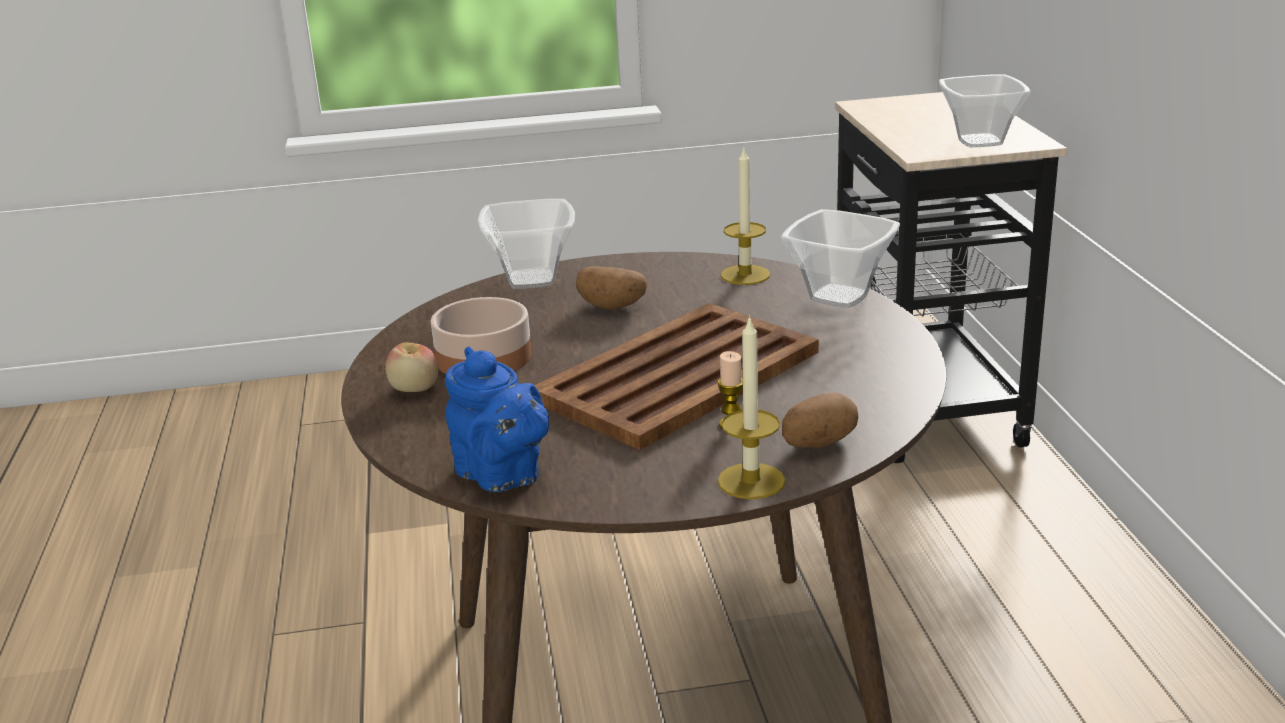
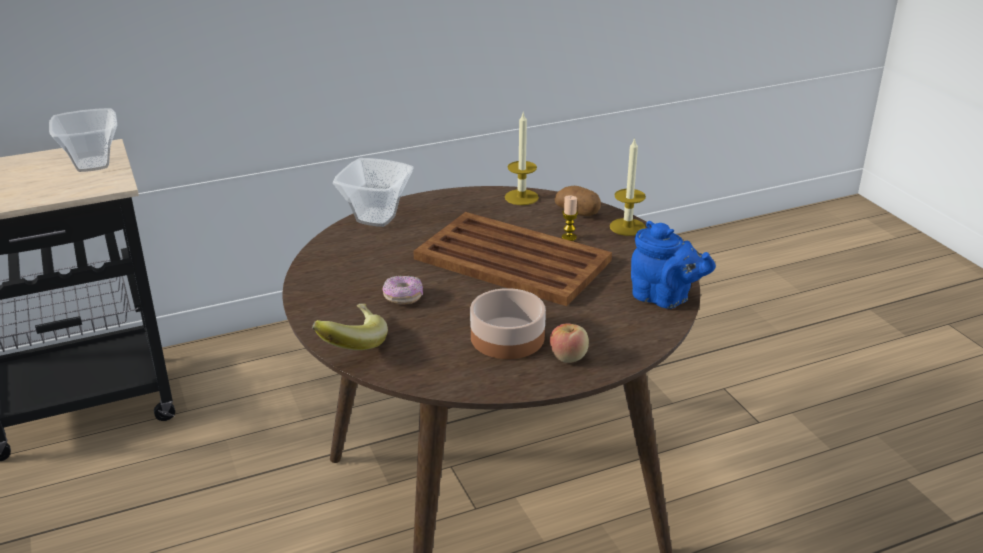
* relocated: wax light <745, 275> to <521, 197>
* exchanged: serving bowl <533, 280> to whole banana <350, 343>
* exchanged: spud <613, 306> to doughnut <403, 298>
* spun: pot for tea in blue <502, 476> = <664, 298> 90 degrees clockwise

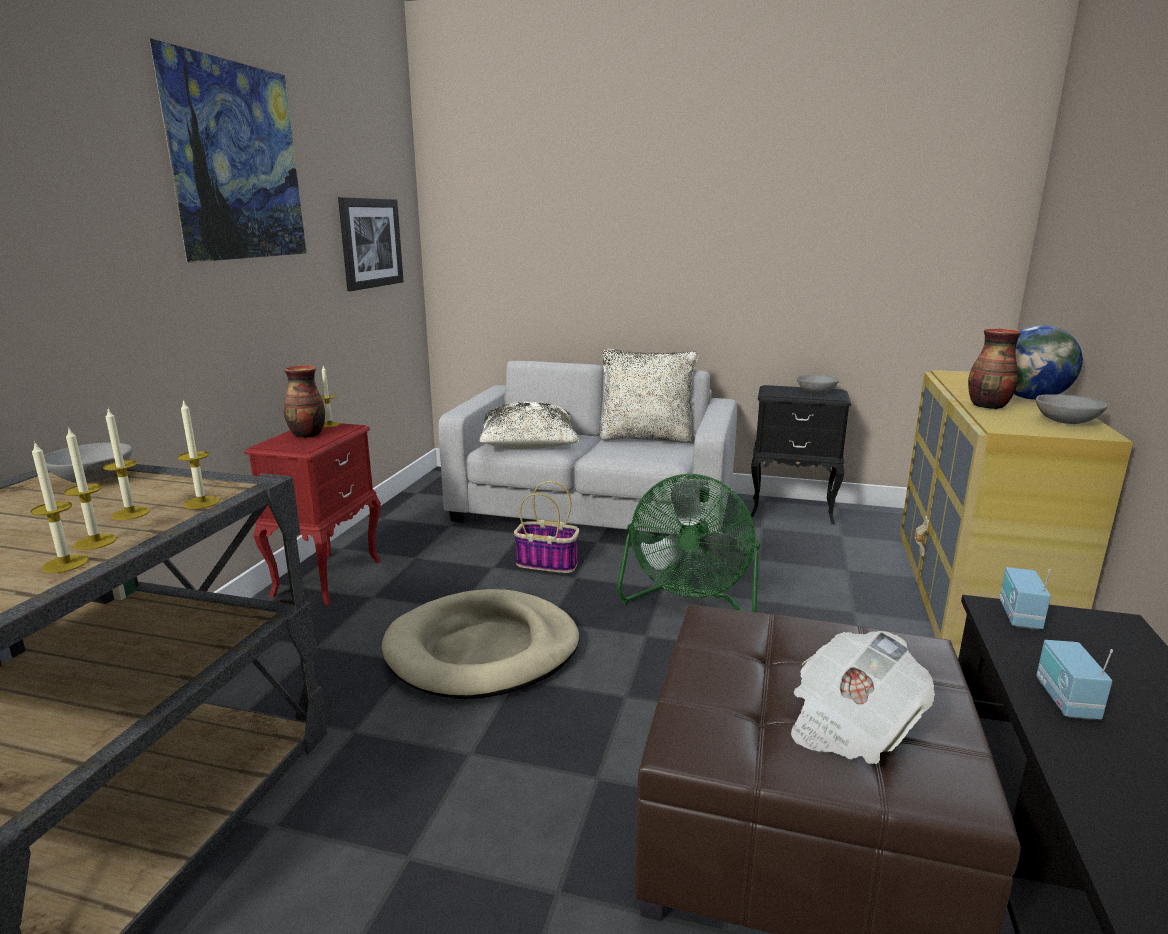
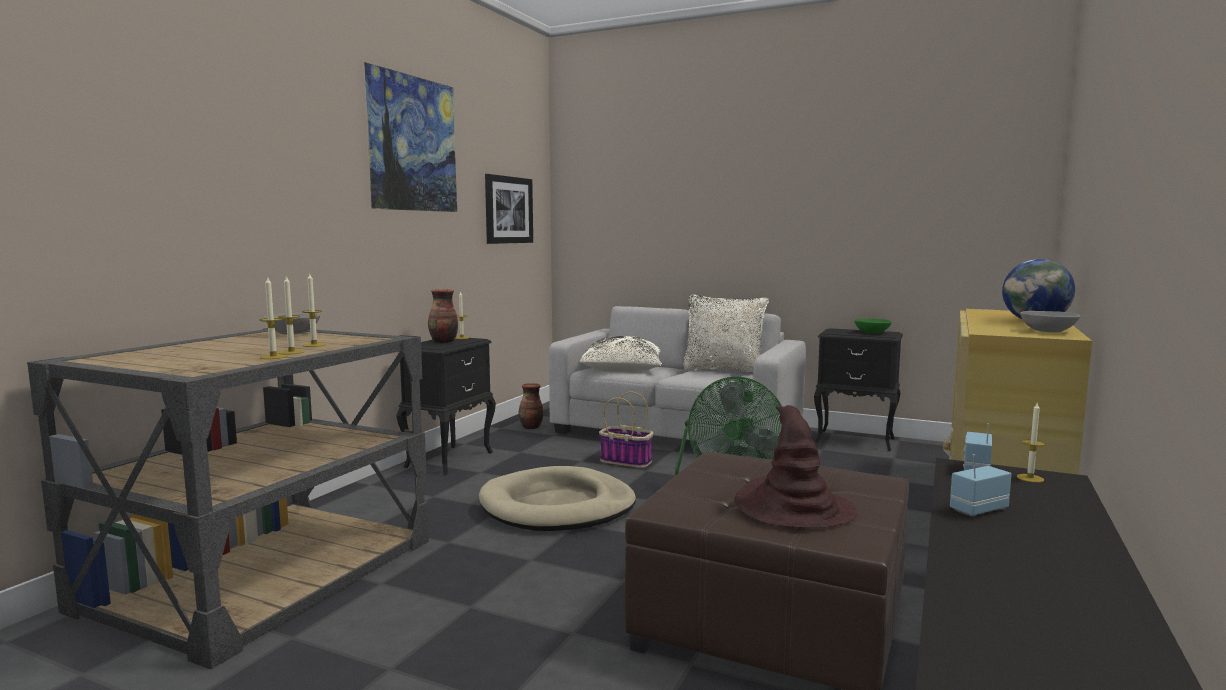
* relocated: flower vase <988, 406> to <531, 427>
* colour: serving bowl in grey <816, 392> to serving bowl in greenish <872, 332>
* relocated: wax light <201, 503> to <1030, 478>
* colour: nightstand in reddish <327, 578> to nightstand in black-coloured <449, 459>
* exchanged: printed paper <850, 724> to wearable hat in brownish <793, 508>
* spun: radio <1065, 700> = <978, 509> 45 degrees clockwise

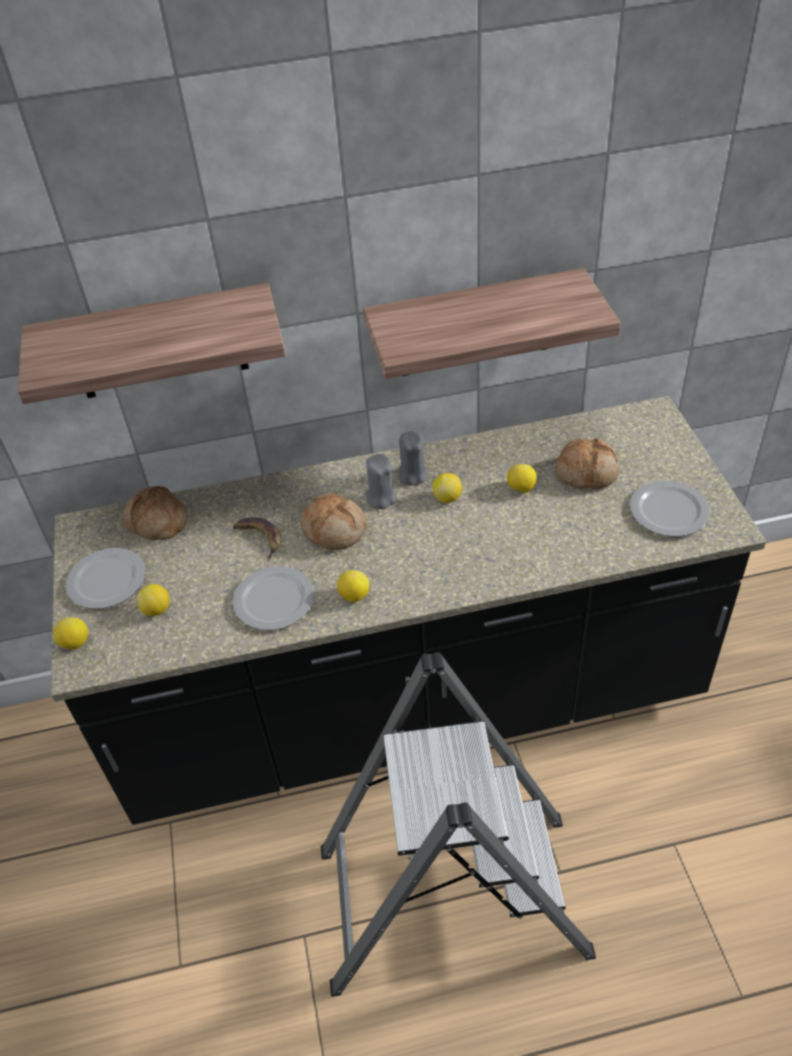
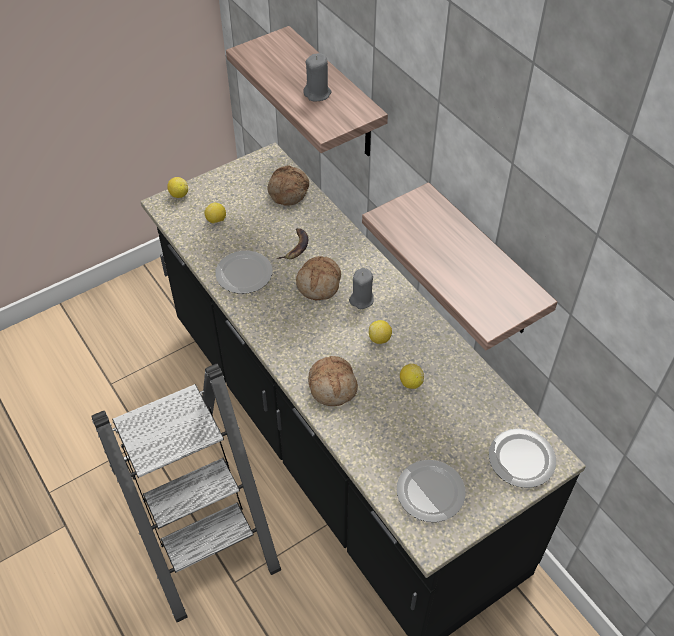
* relocated: wax light in grey <412, 475> to <317, 93>
* relocated: bakery bread <587, 472> to <333, 386>
* relocated: dinner plate <106, 580> to <521, 458>
* missing: whole lemon <354, 595>

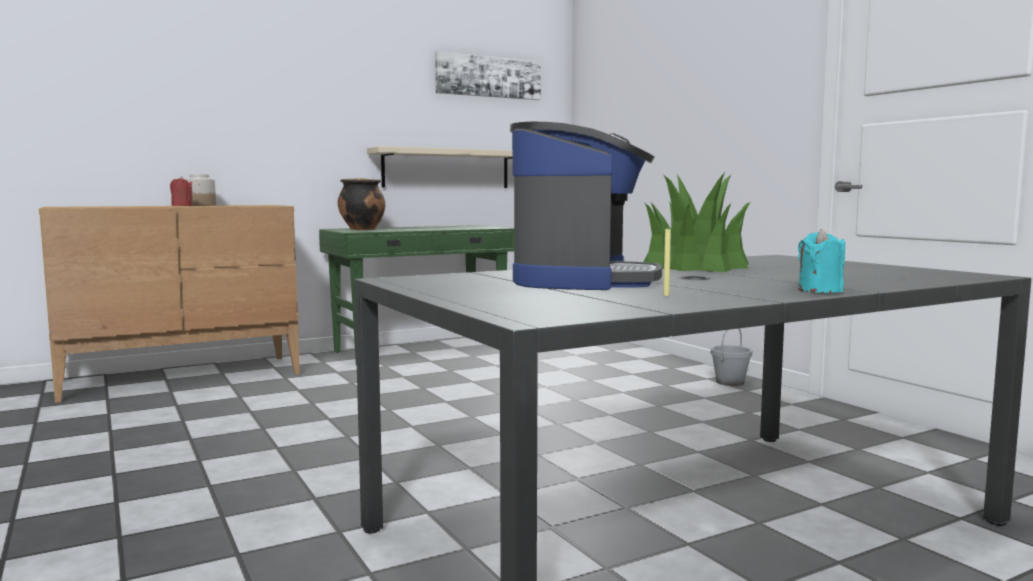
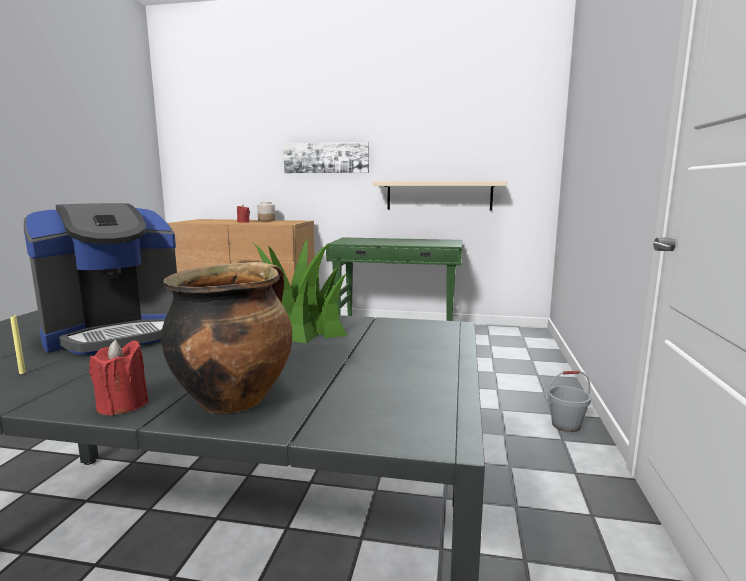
* relocated: picture <488, 77> to <326, 158>
* relocated: stockpot <361, 229> to <234, 398>
* colour: wax light in turquoise <820, 290> to wax light in reddish <122, 405>

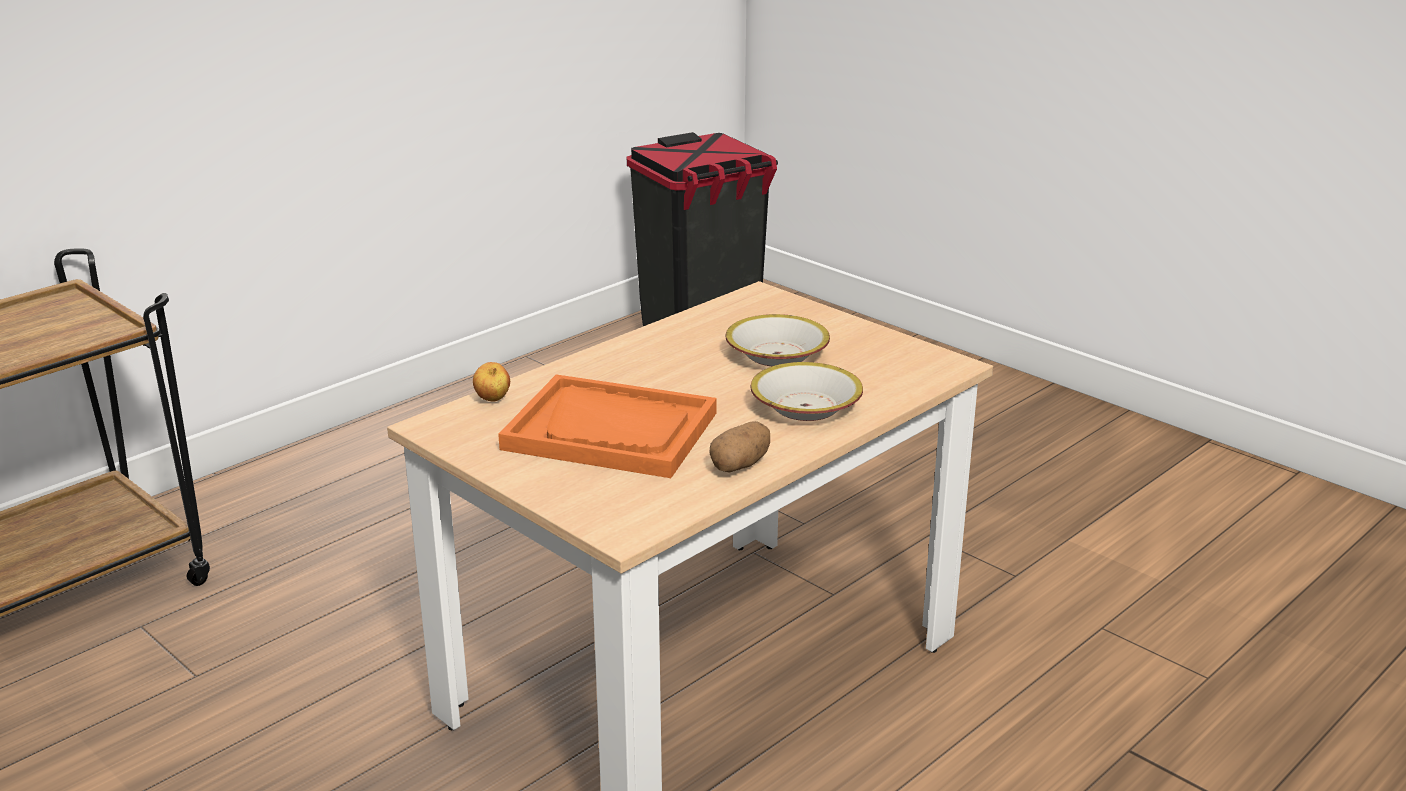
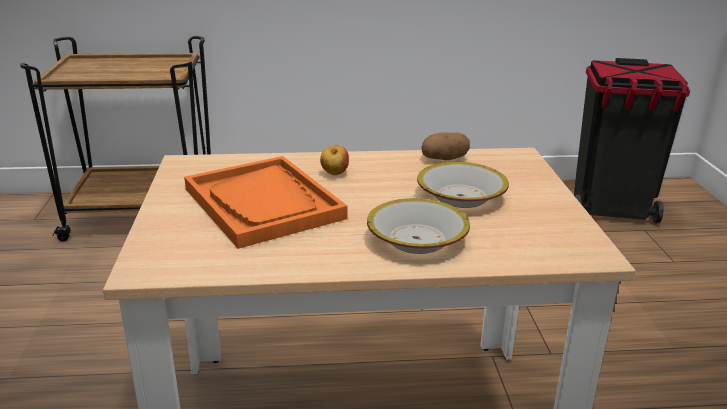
* relocated: whole apple <493, 400> to <334, 174>
* relocated: spud <740, 465> to <444, 159>

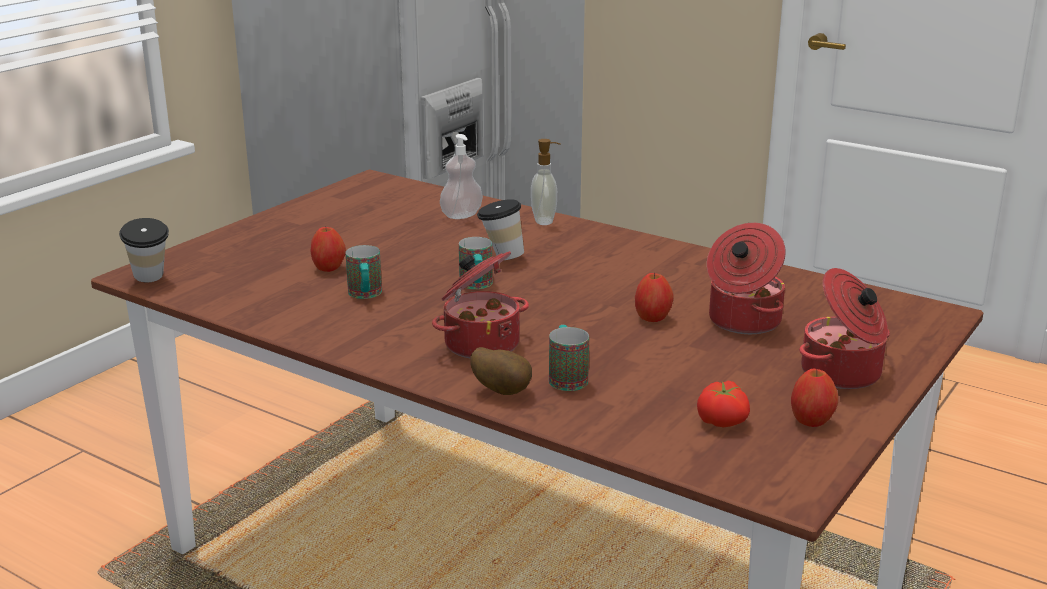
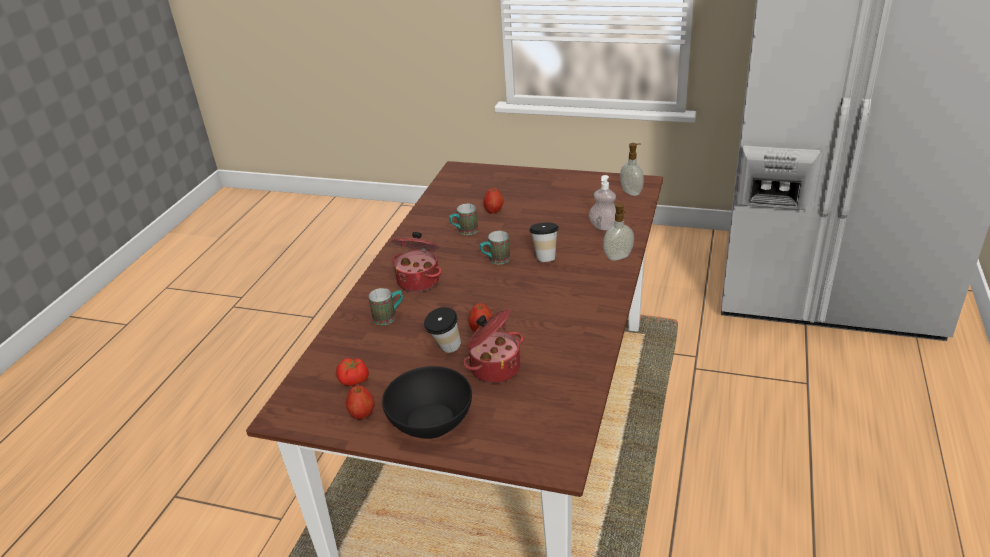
* relocated: cup <150, 280> to <445, 350>
* exchanged: stockpot <842, 374> to serving bowl in black-coloured <431, 421>
* missing: spud <503, 391>
* appeared: liquid soap bottle <632, 192>

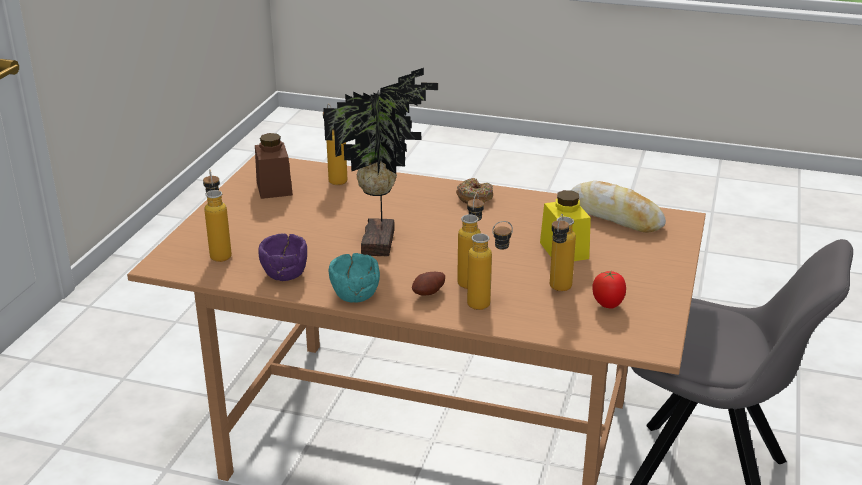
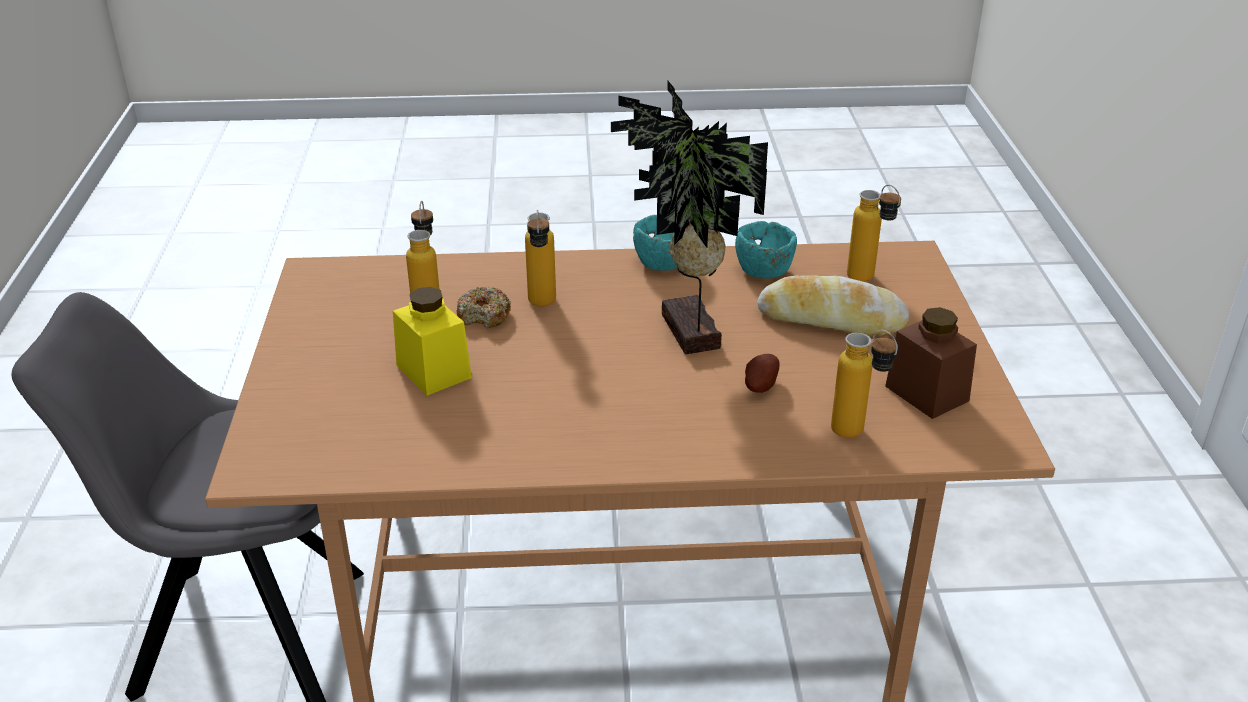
* relocated: doughnut <474, 198> to <484, 316>
* relocated: bakery bread <615, 216> to <831, 319>
* missing: drink bottle <488, 304>
* colour: serving bowl in purplish <284, 273> to serving bowl in turquoise <764, 271>
* missing: whole tomato <608, 305>
* relocated: spud <429, 293> to <759, 385>

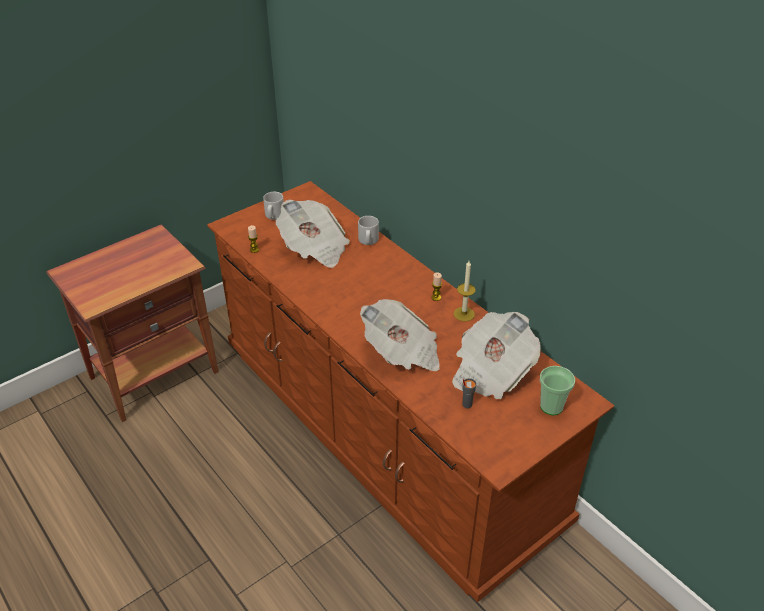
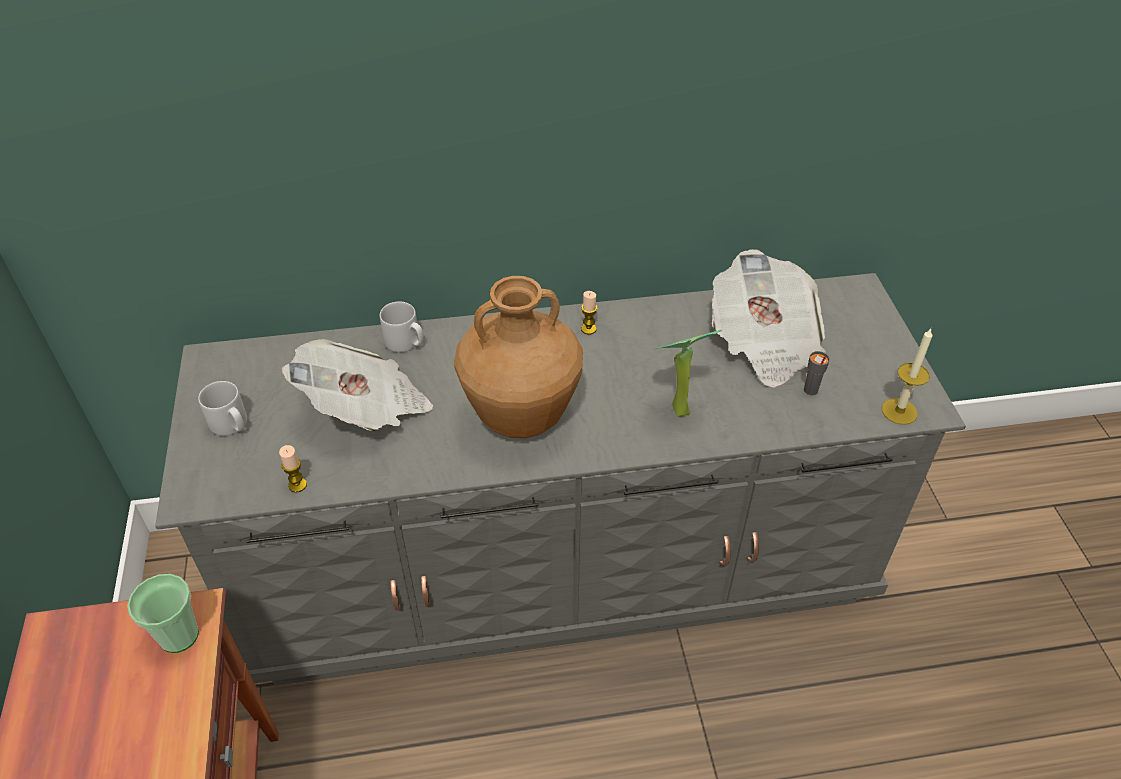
* colour: chest of drawers in brownish <384, 432> to chest of drawers in grey <559, 566>
* relocated: wax light <464, 314> to <899, 411>
* exchanged: printed paper <402, 352> to potted plant <675, 409>
* relocated: cup <551, 406> to <179, 635>
* appeared: flower vase in brownish <522, 417>

